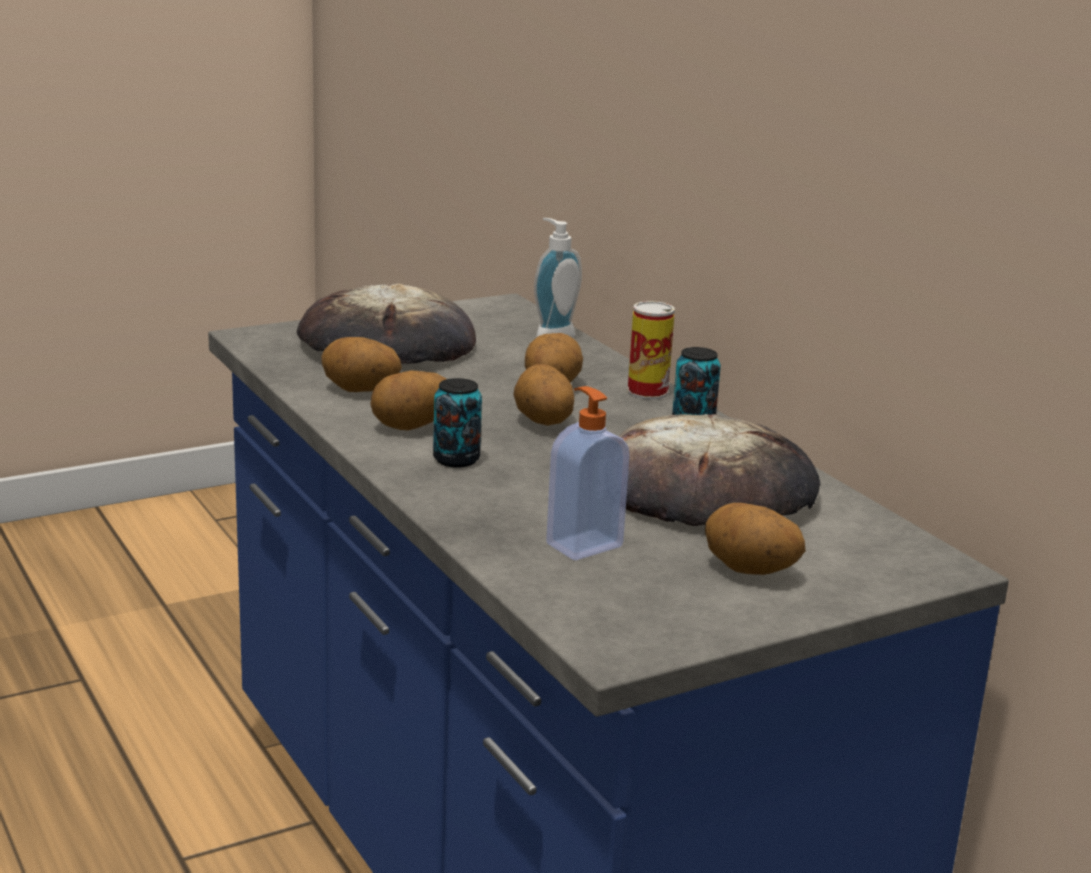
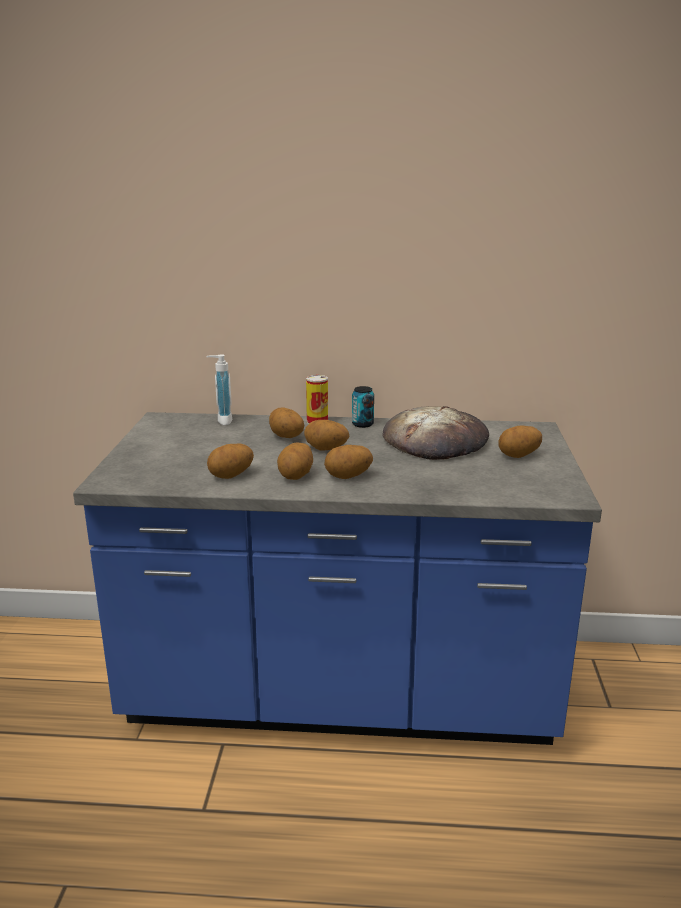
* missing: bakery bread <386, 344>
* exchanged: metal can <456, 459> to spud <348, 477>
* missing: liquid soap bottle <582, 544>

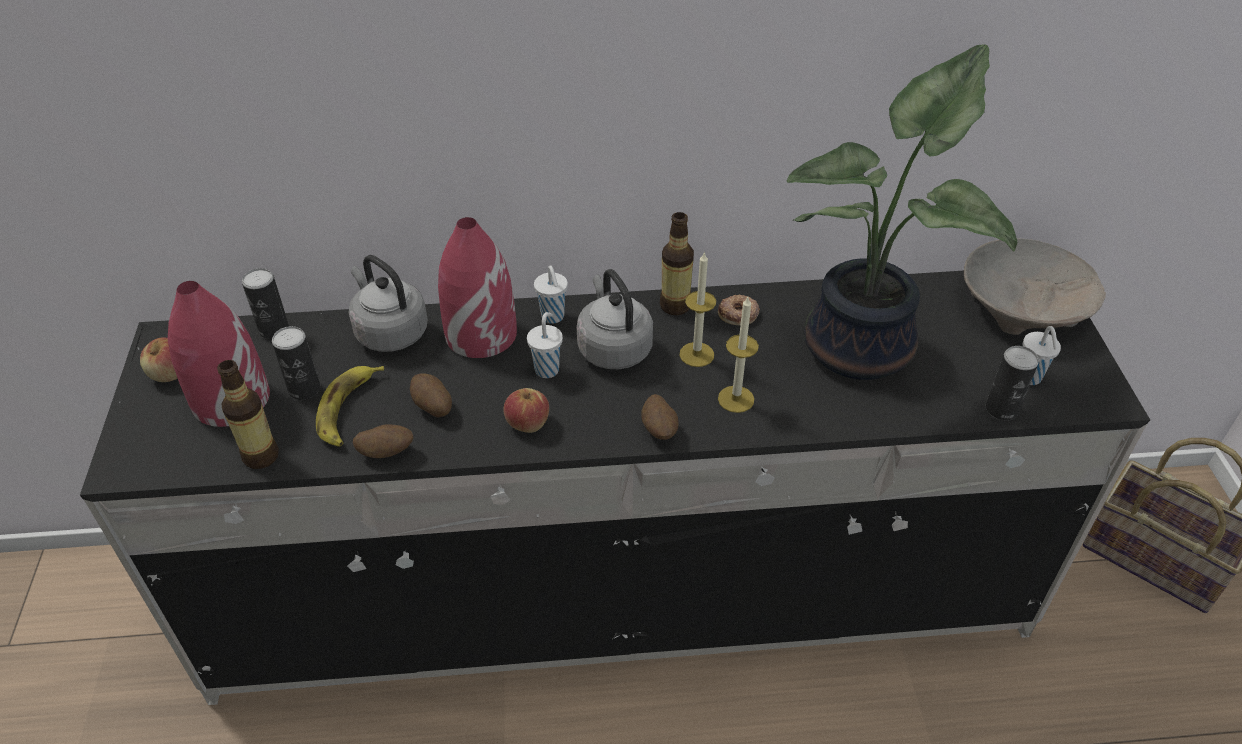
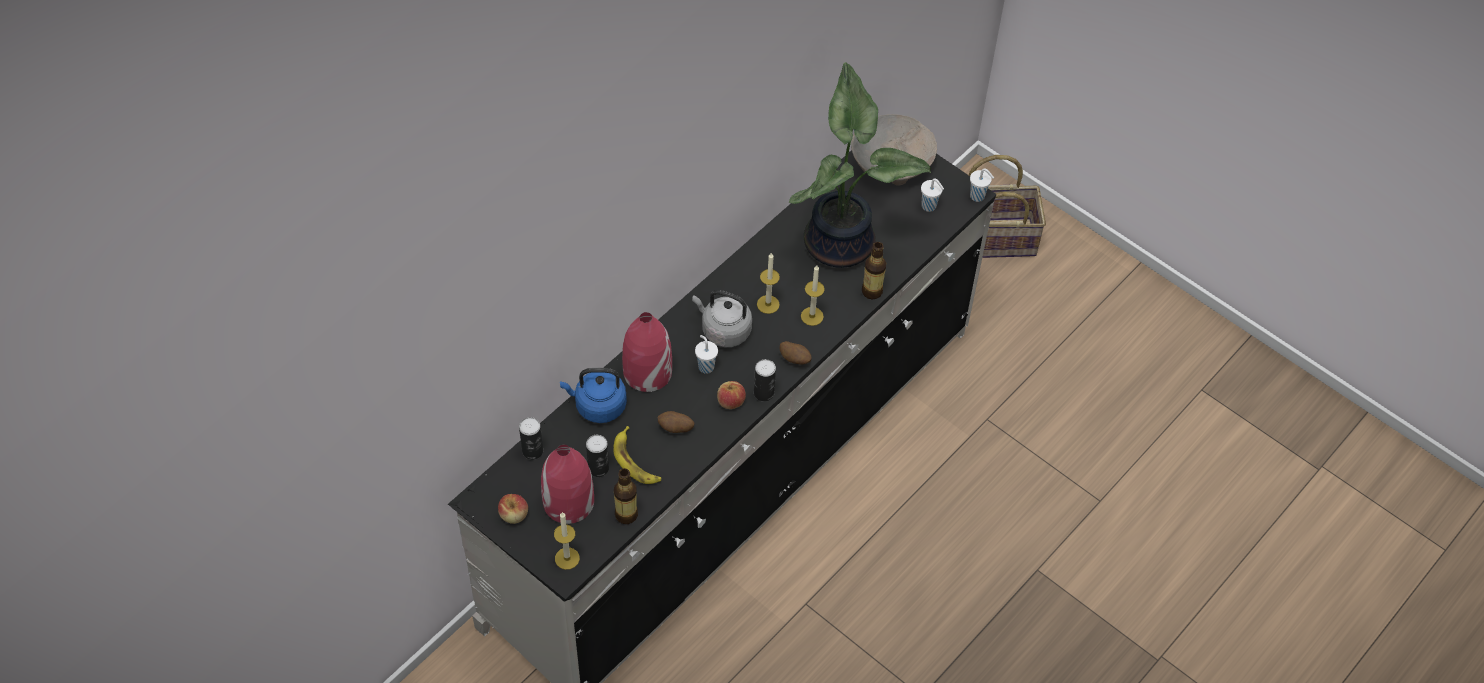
* relocated: drink bottle <675, 306> to <872, 291>
* colour: water kettle in grey <389, 331> to water kettle in blue <597, 406>
* relocated: cup in white <553, 317> to <978, 196>
* missing: doughnut <738, 314>
* relocated: metal can <1001, 409> to <763, 393>
* missing: spud <386, 452>
* appeared: wax light <567, 558>

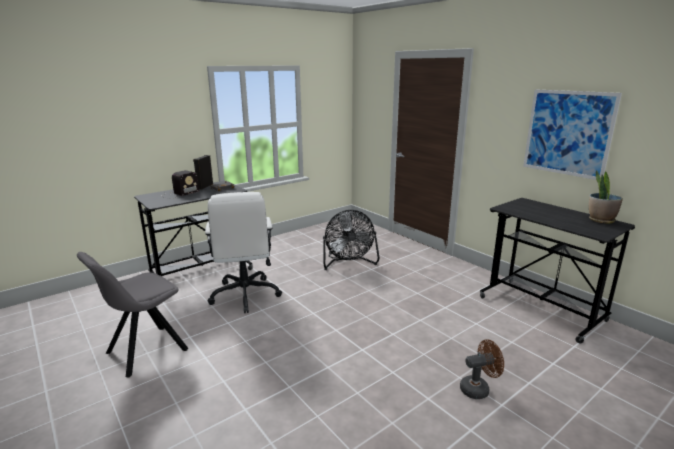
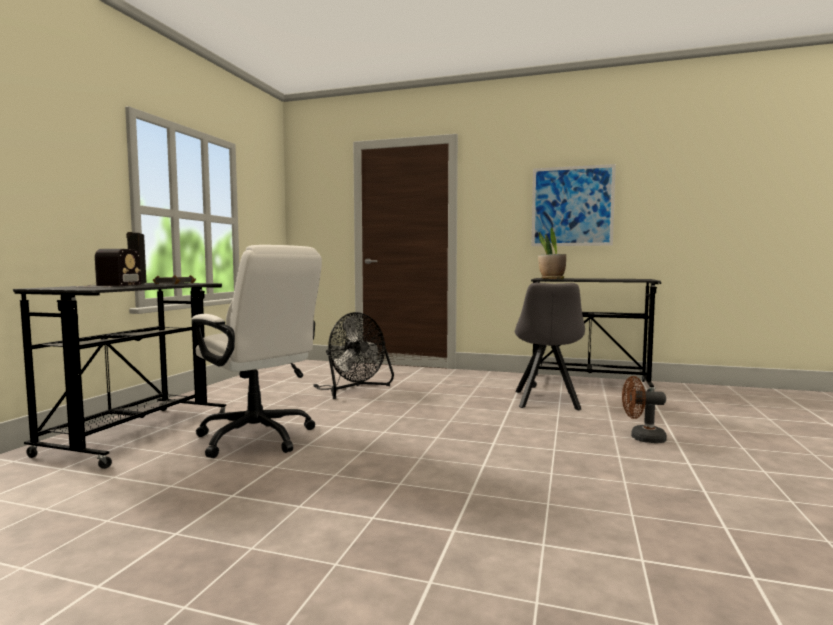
* relocated: potted plant <600, 220> to <551, 279>
* relocated: chair in grey <146, 351> to <547, 400>
* spun: fan in brownish <478, 388> = <642, 438> 120 degrees counterclockwise

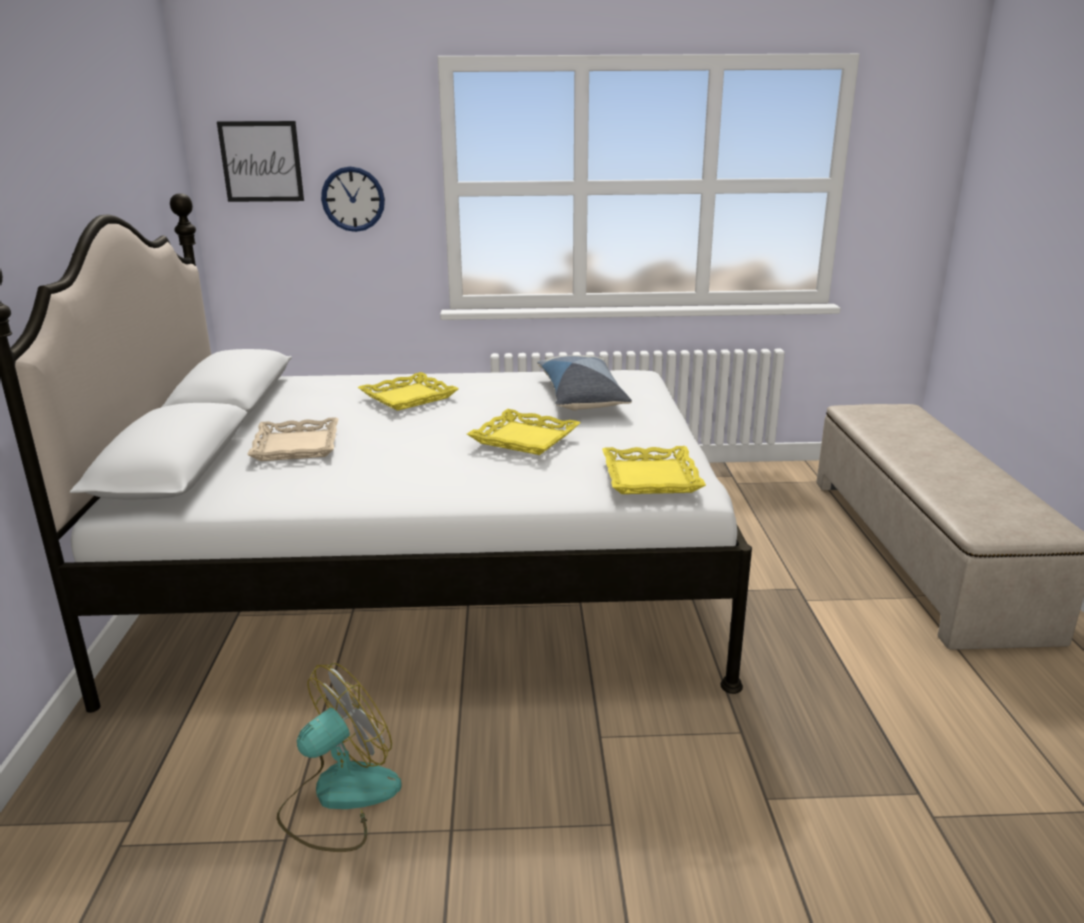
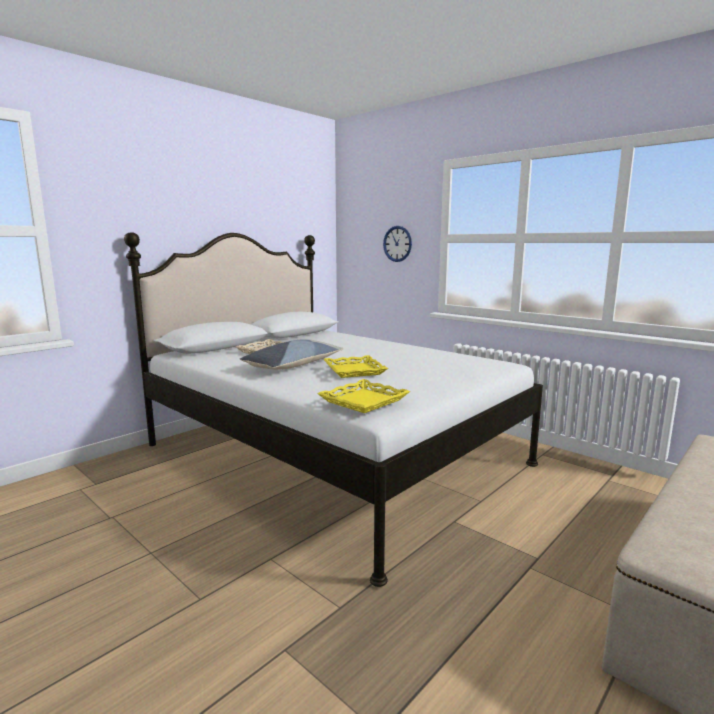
* missing: picture <261, 161>
* relocated: throw pillow <581, 396> to <293, 365>
* missing: tray in yellow-coloured <409, 397>
* missing: fan <339, 798>

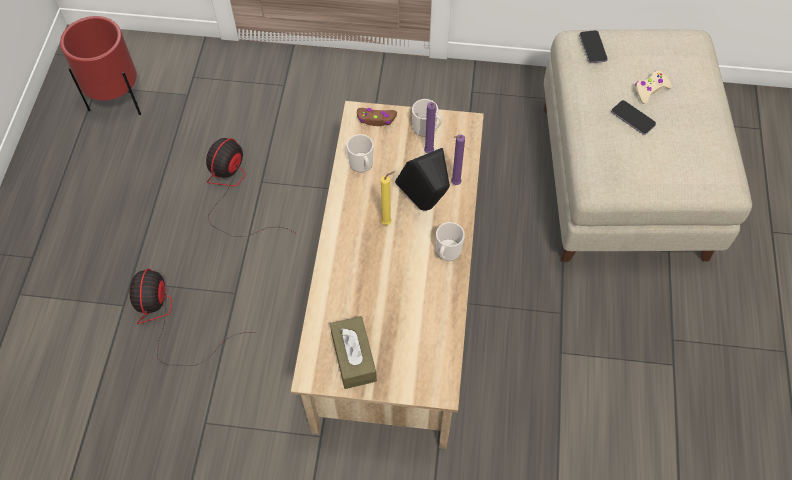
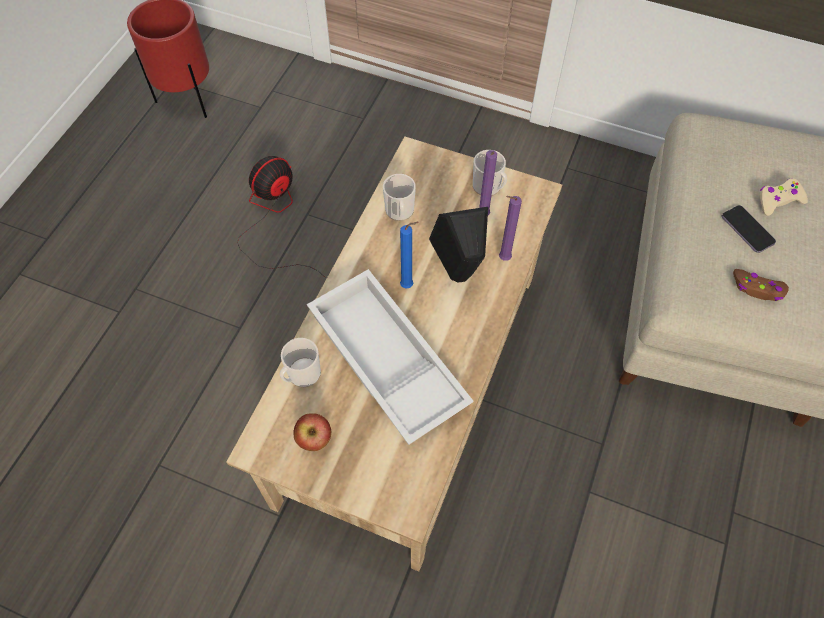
* missing: telephone <593, 48>
* relocated: gamepad in brownish <376, 119> to <757, 289>
* colour: wax light in yellow-coloured <388, 222> to wax light in blue <409, 286>
* relocated: mug <447, 253> to <301, 375>
* missing: fan <170, 321>
* exchanged: box of tissues in brownish <353, 357> to whole apple <314, 440>
* appeared: tray in white <384, 362>

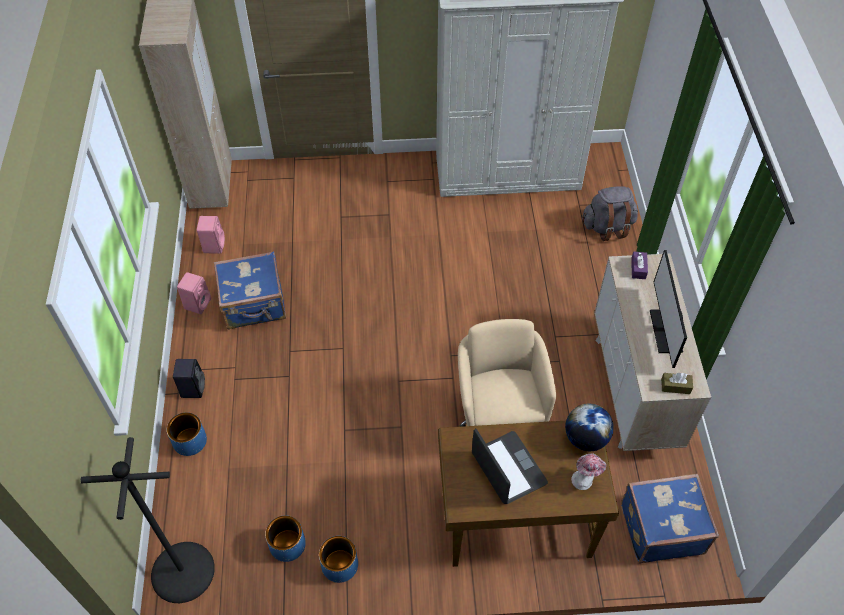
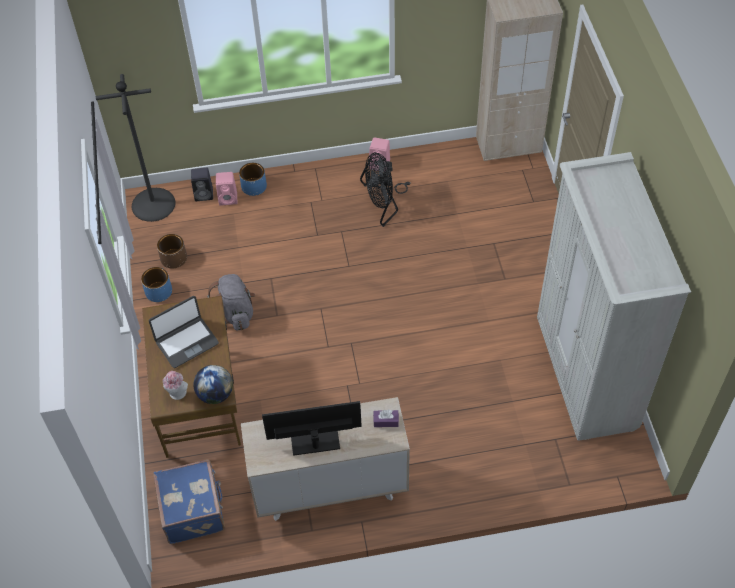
* relocated: backpack in grey <607, 227> to <236, 313>
* relocated: audio speaker in pink <214, 245> to <229, 198>
* exchanged: piece of luggage in blue <254, 305> to fan in black-coloured <384, 200>
* missing: desk chair in beige-coloured <498, 421>
* relocated: audio speaker in black-coloured <193, 387> to <204, 194>
* missing: box of tissues in brownish <675, 386>
* colour: planter in blue <287, 545> to planter in brownish <173, 258>

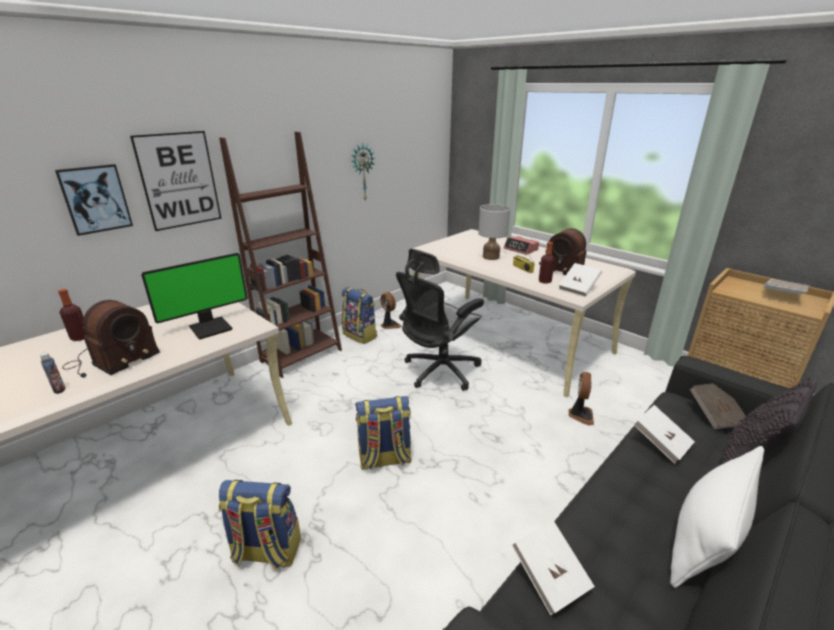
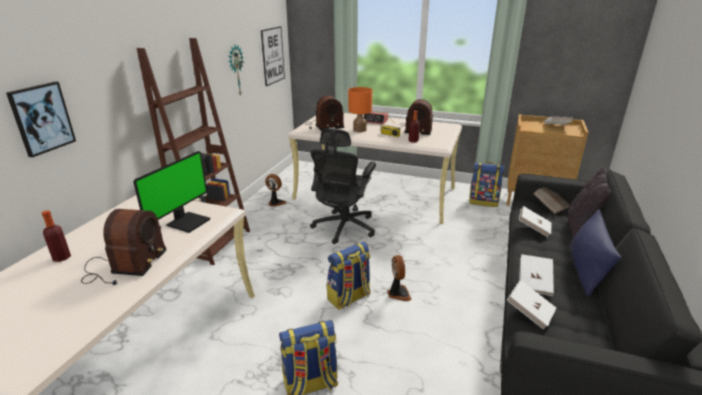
* relocated: picture <179, 180> to <273, 55>
* colour: lamp for a table in grey <491, 257> to lamp for a table in orange-coloured <359, 130>
* relocated: bound book in white <578, 288> to <534, 283>
* relocated: backpack <360, 335> to <483, 202>
* missing: drink bottle <59, 389>
* relocated: fan <580, 415> to <398, 294>
* colour: throw pillow in white <705, 538> to throw pillow in blue <586, 269>
* appeared: radio <323, 126>

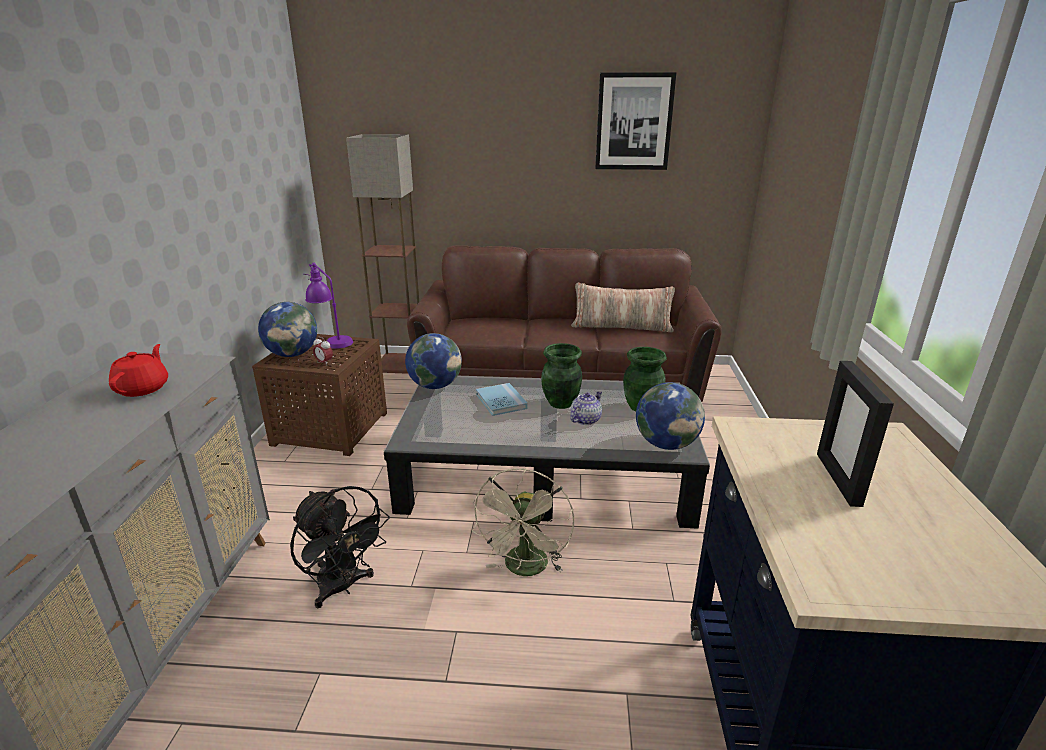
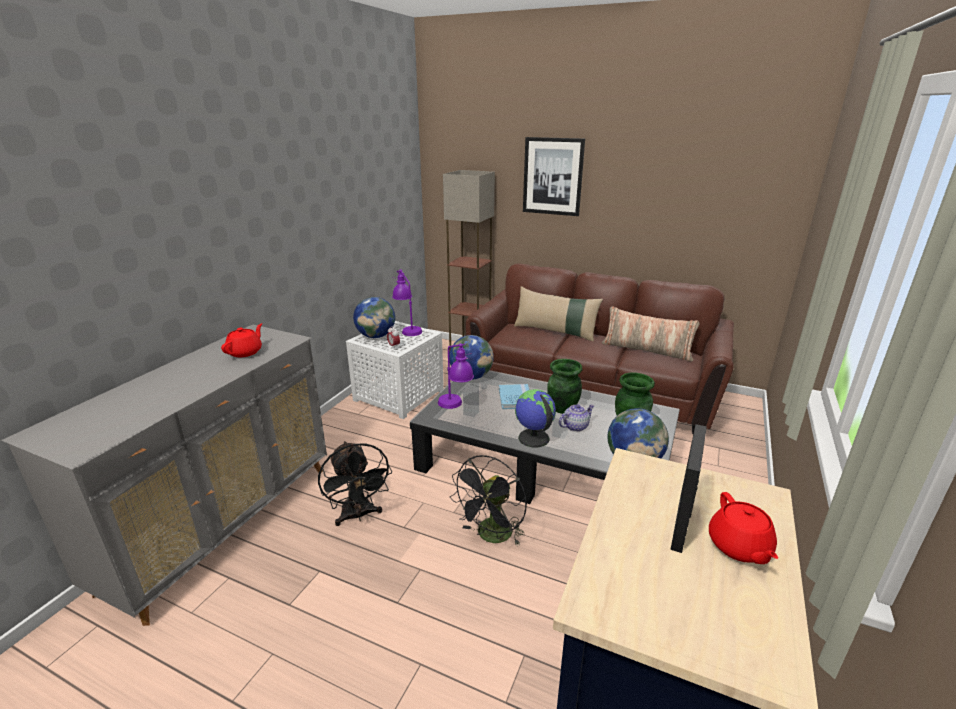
* relocated: picture <634, 122> to <553, 176>
* colour: side table in brownish <333, 428> to side table in white <400, 395>
* colour: fan in beige-coloured <526, 569> to fan in black-coloured <492, 537>
* appeared: throw pillow in beige-coloured <555, 331>
* appeared: lamp for a table in purplish <456, 406>
* appeared: world globe <533, 438>
* appeared: pot for tea in reddish <739, 547>

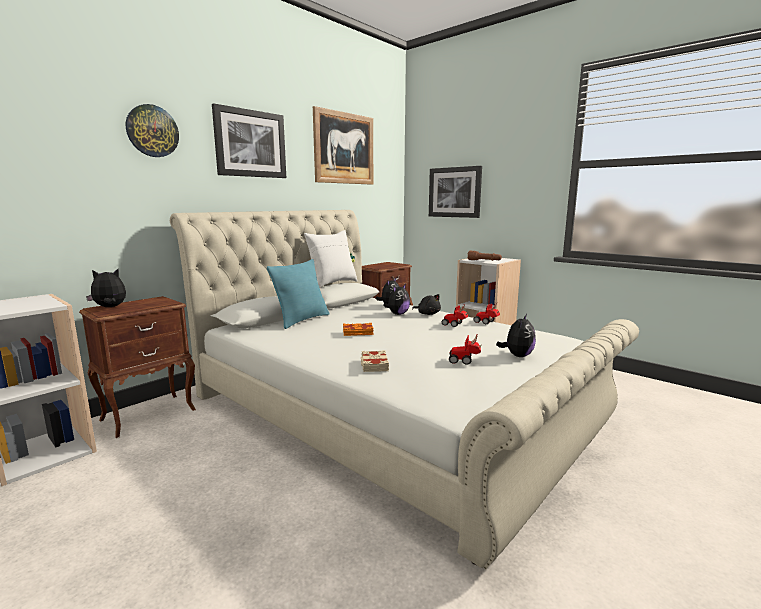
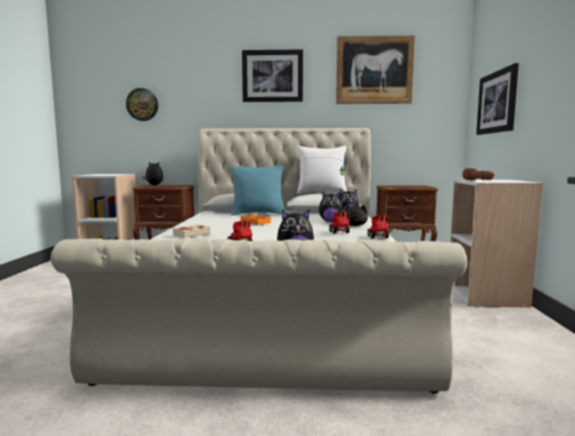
* relocated: wall clock <152, 131> to <142, 104>

